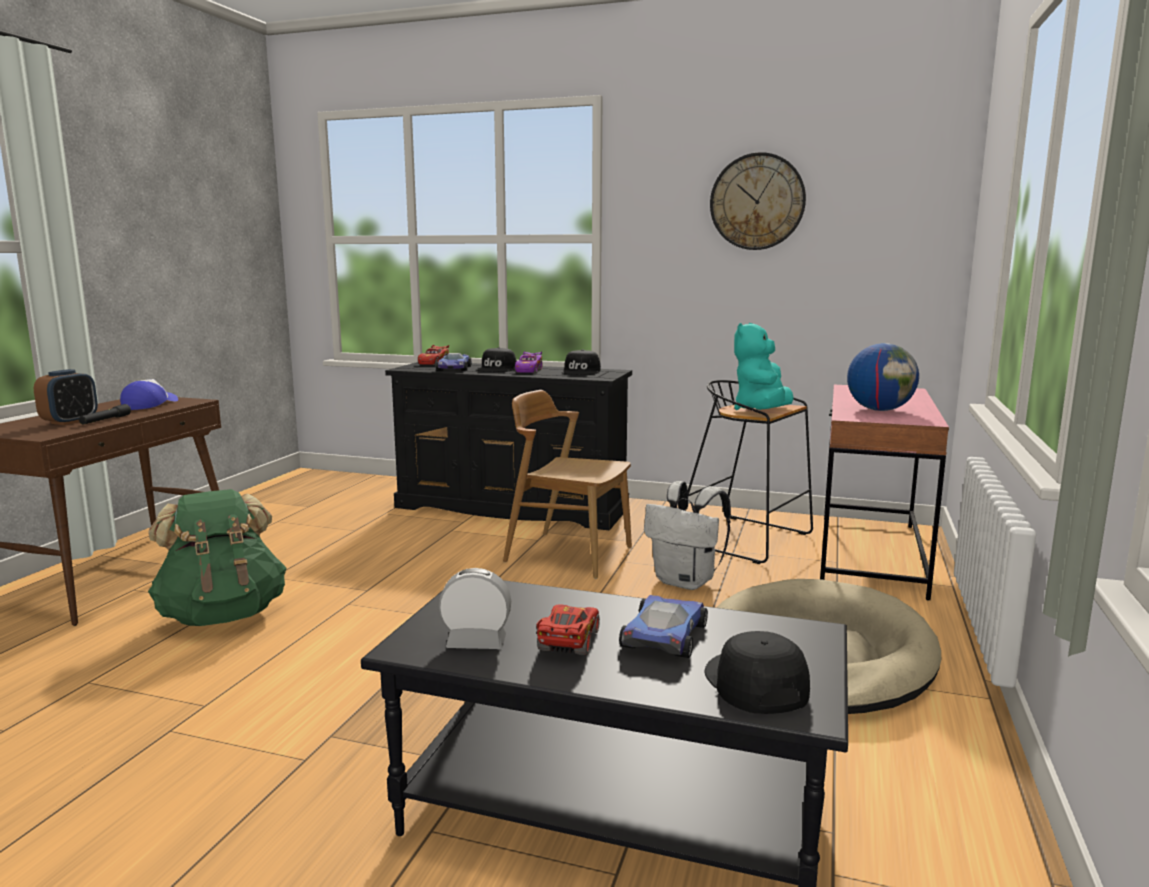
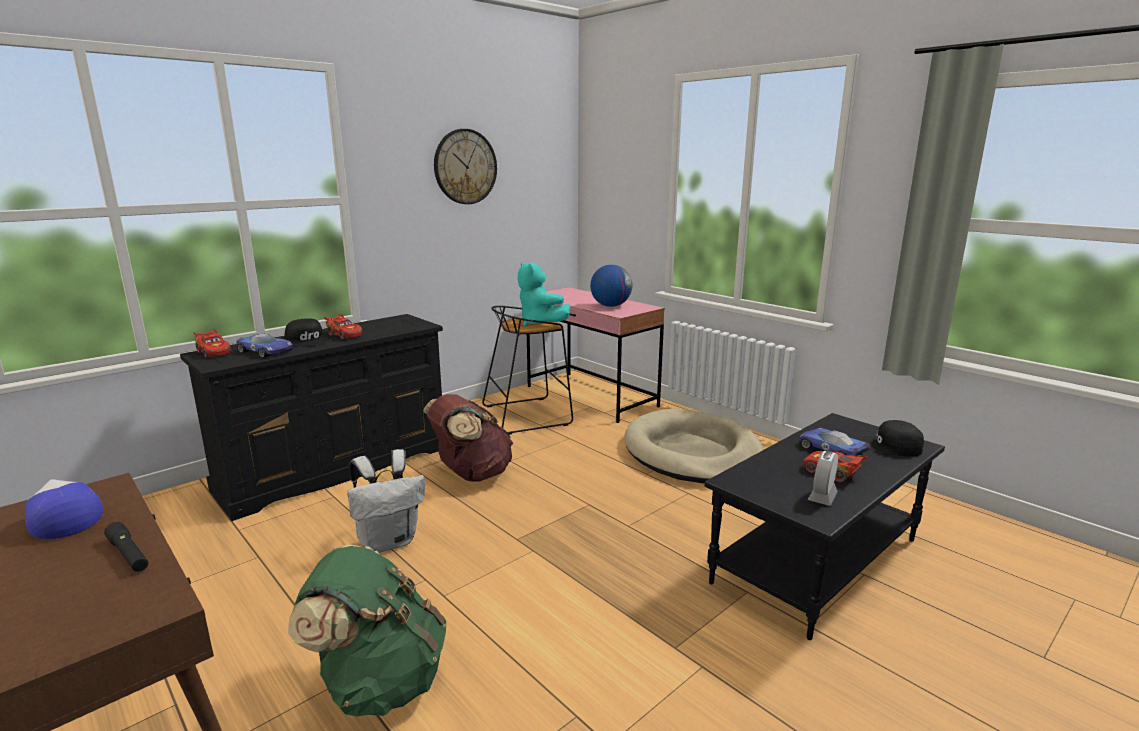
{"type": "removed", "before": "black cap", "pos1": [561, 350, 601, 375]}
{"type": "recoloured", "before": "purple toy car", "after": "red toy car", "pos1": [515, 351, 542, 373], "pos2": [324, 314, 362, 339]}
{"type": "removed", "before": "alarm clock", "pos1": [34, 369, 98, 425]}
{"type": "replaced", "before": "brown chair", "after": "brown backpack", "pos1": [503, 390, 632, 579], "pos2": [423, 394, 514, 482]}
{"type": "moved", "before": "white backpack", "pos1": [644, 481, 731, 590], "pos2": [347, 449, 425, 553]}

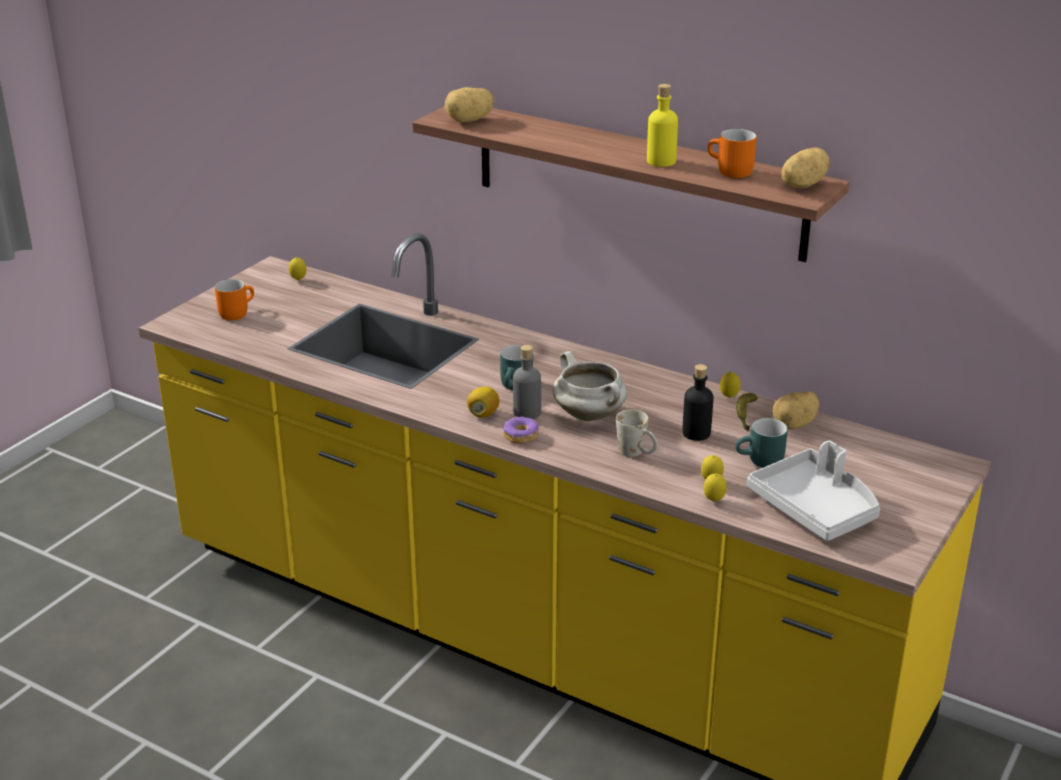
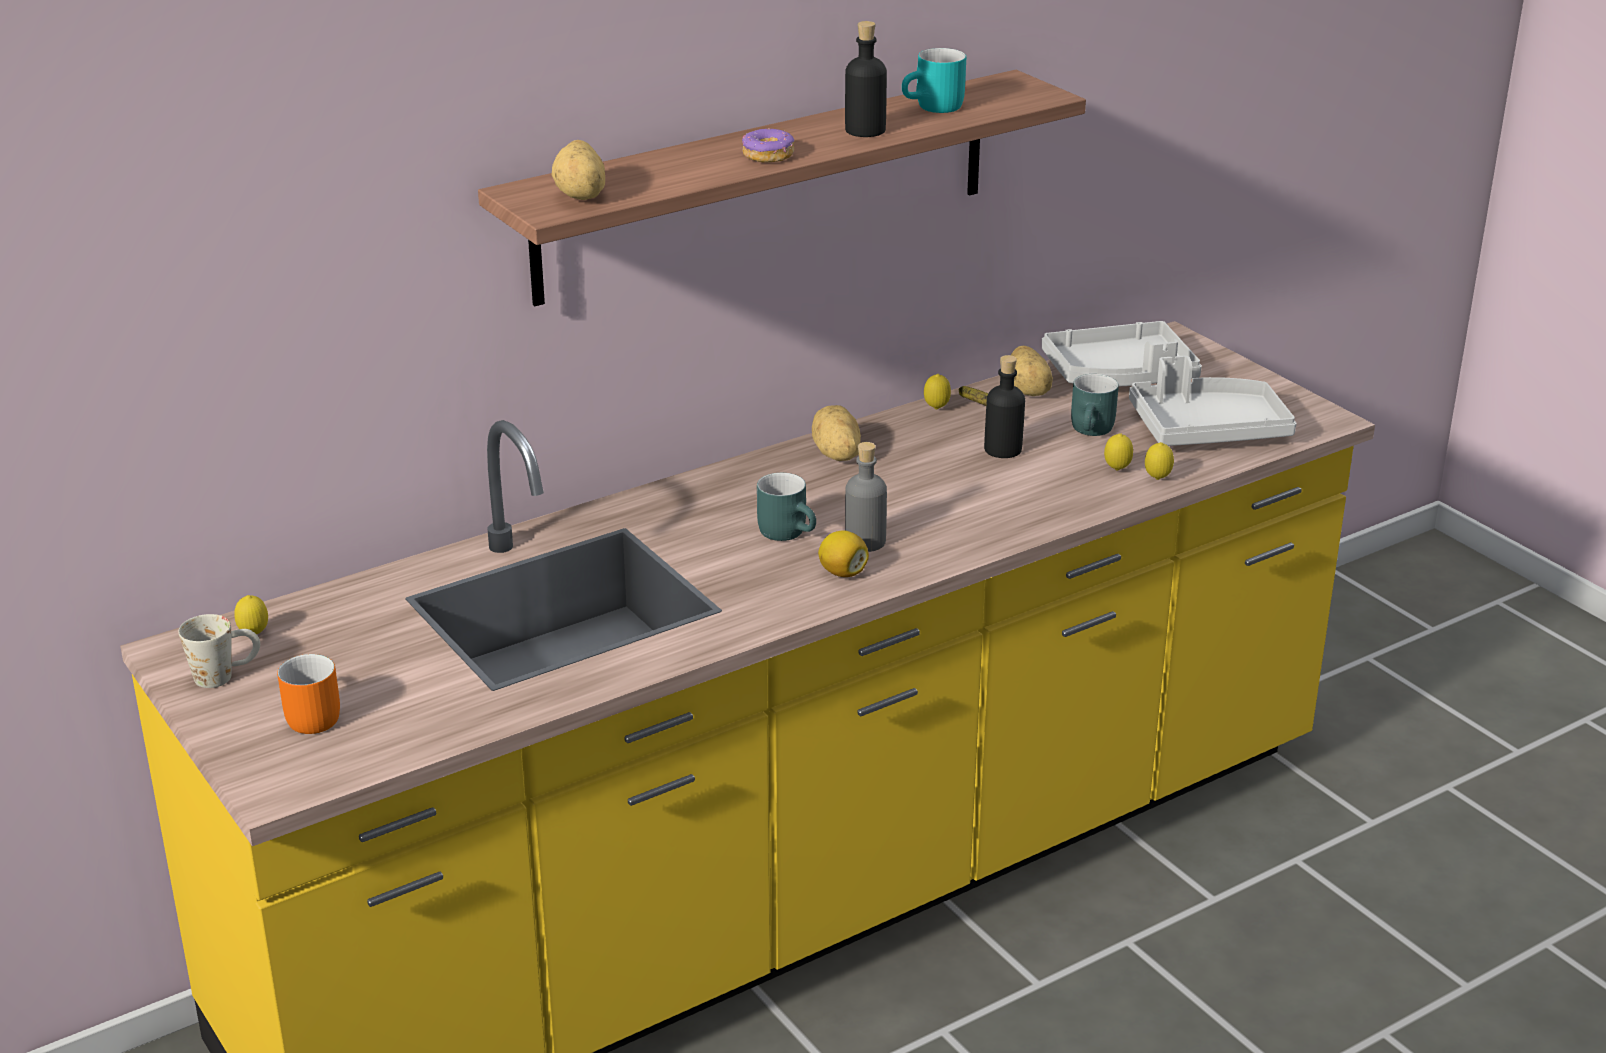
{"type": "recoloured", "before": "yellow bottle", "after": "black bottle", "pos1": [647, 84, 678, 167], "pos2": [845, 21, 887, 137]}
{"type": "recoloured", "before": "orange mug", "after": "turquoise mug", "pos1": [708, 129, 757, 178], "pos2": [902, 48, 966, 113]}
{"type": "moved", "before": "potato", "pos1": [782, 147, 830, 189], "pos2": [812, 405, 861, 461]}
{"type": "removed", "before": "white cooking pot", "pos1": [553, 351, 627, 421]}
{"type": "moved", "before": "white mug", "pos1": [616, 409, 658, 457], "pos2": [179, 614, 260, 688]}
{"type": "moved", "before": "donut", "pos1": [503, 416, 539, 444], "pos2": [742, 128, 794, 163]}
{"type": "added", "after": "grey tray", "pos2": [1042, 321, 1202, 386]}

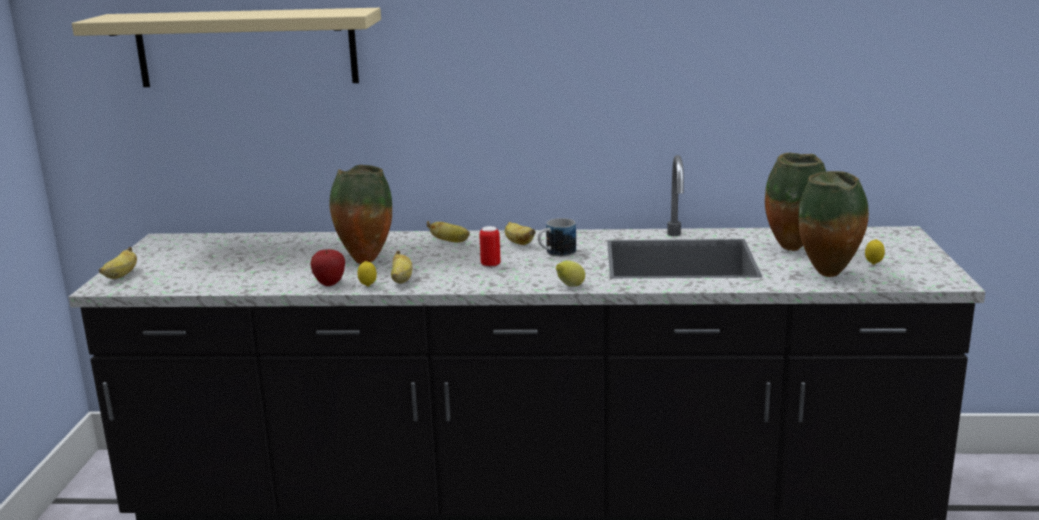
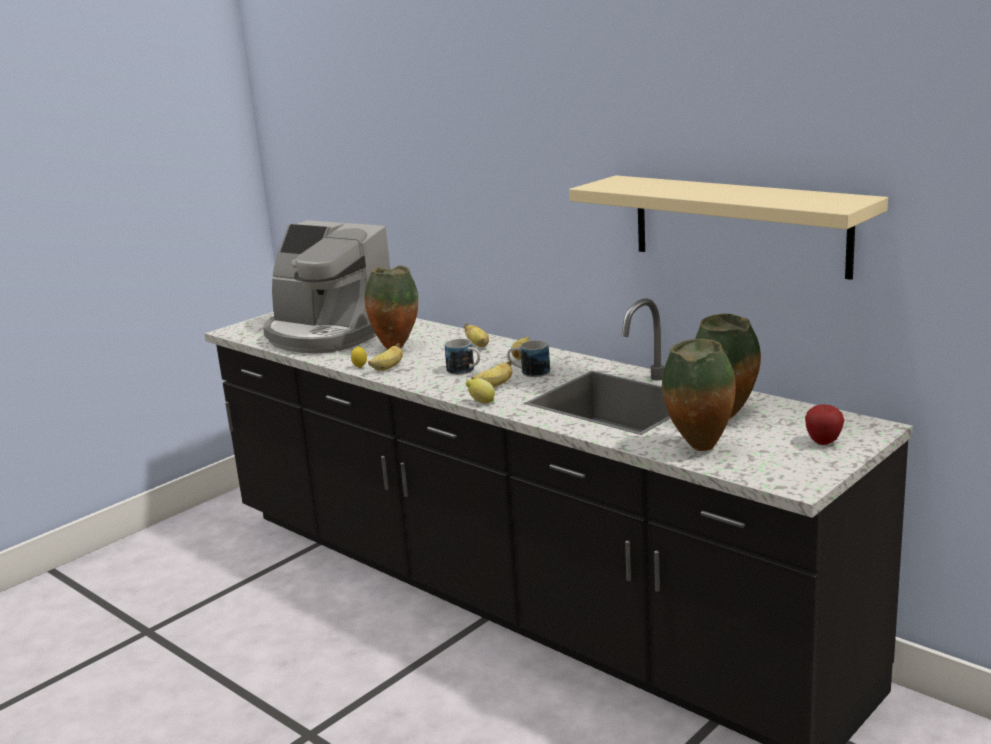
{"type": "moved", "before": "beige shelf", "pos1": [72, 8, 381, 87], "pos2": [569, 175, 888, 280]}
{"type": "replaced", "before": "can", "after": "mug", "pos1": [479, 226, 501, 268], "pos2": [445, 339, 480, 375]}
{"type": "removed", "before": "lemon", "pos1": [865, 239, 885, 265]}
{"type": "moved", "before": "banana", "pos1": [99, 247, 137, 279], "pos2": [471, 360, 512, 387]}
{"type": "moved", "before": "apple", "pos1": [310, 249, 345, 286], "pos2": [805, 404, 844, 445]}
{"type": "added", "after": "coffee machine", "pos2": [263, 220, 390, 354]}

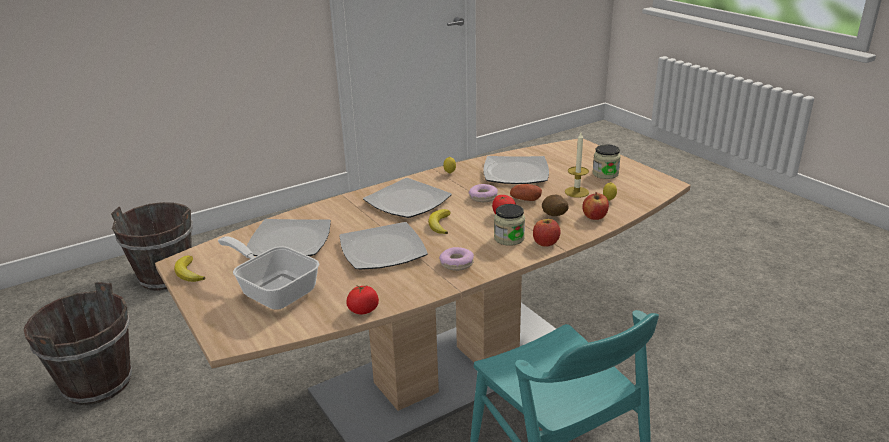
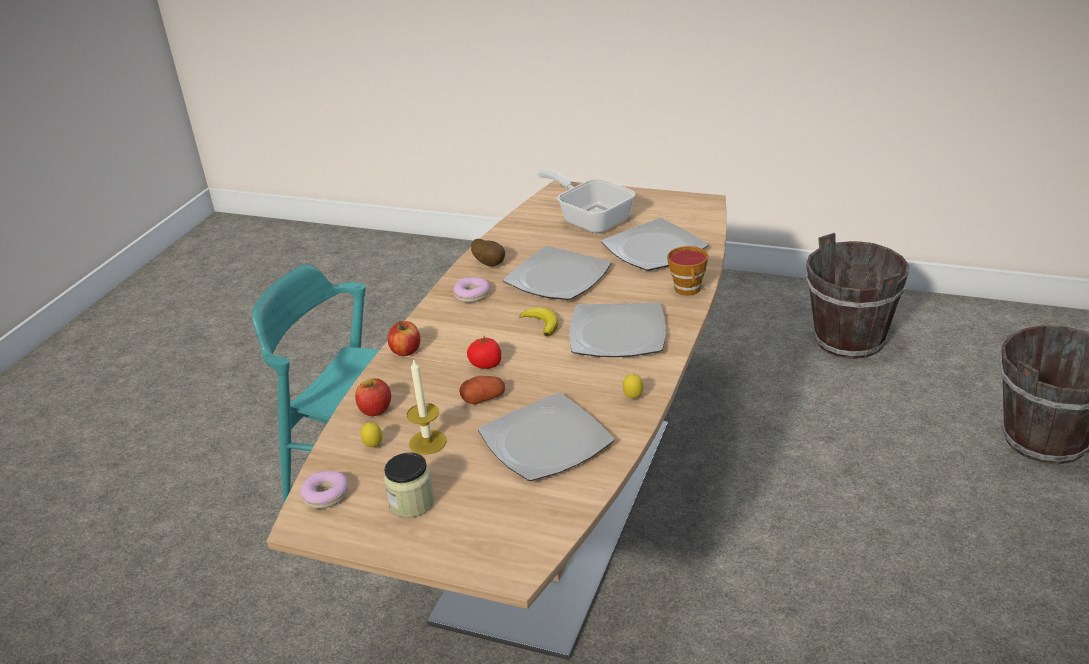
{"type": "moved", "before": "donut", "pos1": [469, 184, 498, 202], "pos2": [300, 471, 348, 509]}
{"type": "moved", "before": "potato", "pos1": [542, 195, 569, 216], "pos2": [471, 239, 505, 266]}
{"type": "removed", "before": "jar", "pos1": [494, 204, 525, 246]}
{"type": "turned", "before": "frying pan", "pos1": [218, 237, 319, 310], "pos2": [537, 170, 635, 233], "turn": -135}
{"type": "removed", "before": "banana", "pos1": [174, 255, 205, 282]}
{"type": "removed", "before": "tomato", "pos1": [346, 285, 379, 315]}
{"type": "added", "after": "cup", "pos2": [667, 246, 708, 296]}

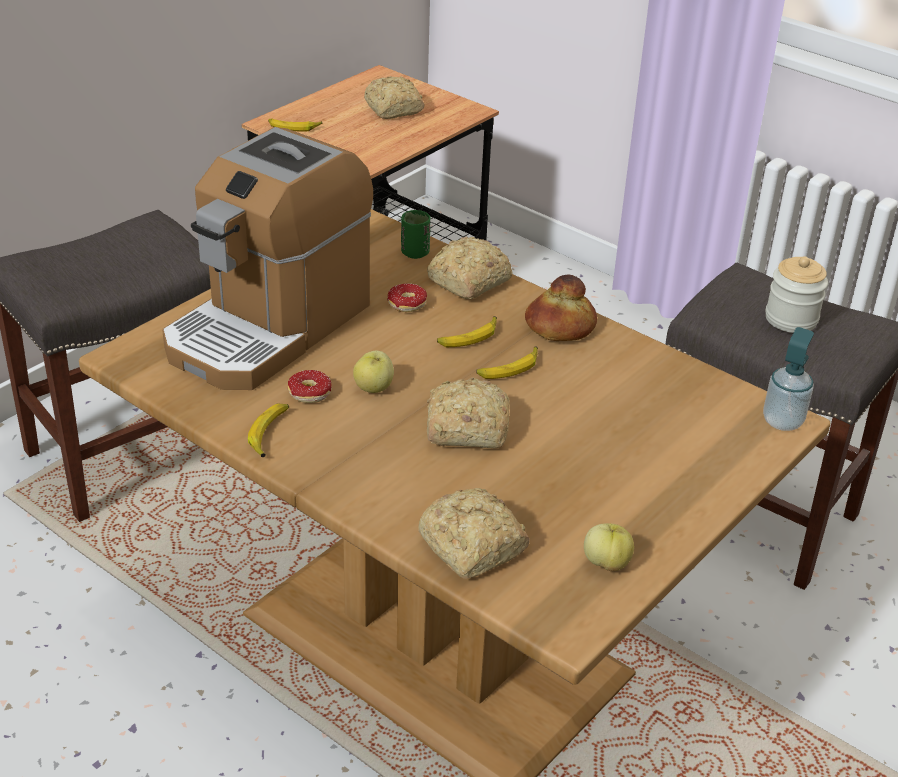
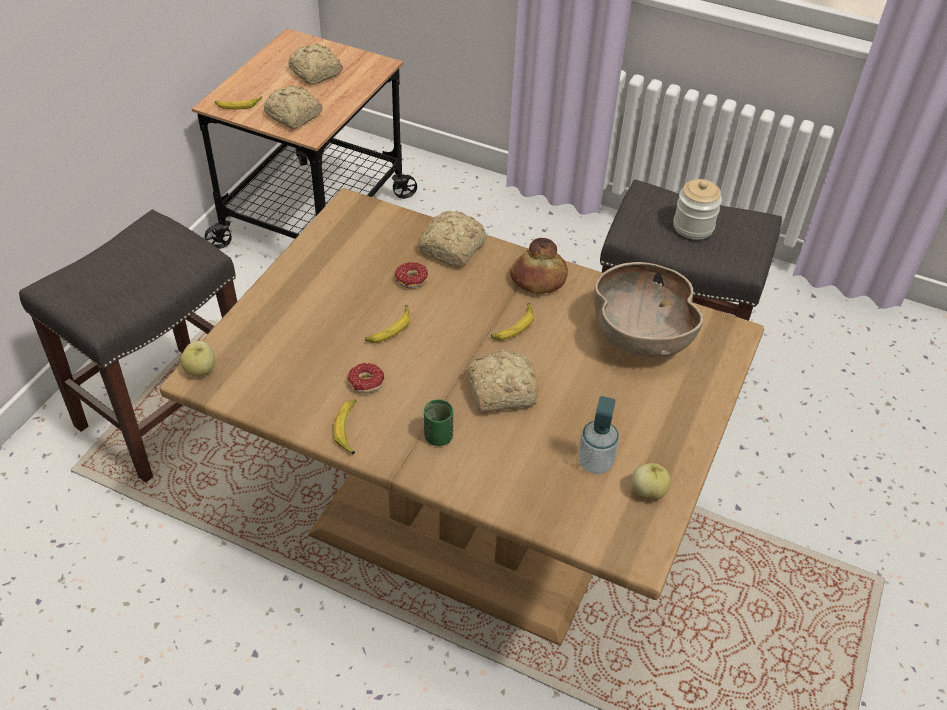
{"type": "removed", "before": "coffee machine", "pos1": [162, 127, 373, 390]}
{"type": "moved", "before": "green cup", "pos1": [401, 210, 431, 259], "pos2": [424, 399, 453, 446]}
{"type": "moved", "before": "banana", "pos1": [437, 316, 497, 347], "pos2": [365, 305, 410, 344]}
{"type": "moved", "before": "soap dispenser", "pos1": [763, 327, 814, 431], "pos2": [578, 396, 619, 474]}
{"type": "moved", "before": "apple", "pos1": [353, 351, 394, 393], "pos2": [180, 341, 215, 377]}
{"type": "moved", "before": "bread", "pos1": [418, 488, 530, 579], "pos2": [264, 85, 323, 129]}
{"type": "added", "after": "brown bowl", "pos2": [594, 262, 703, 358]}

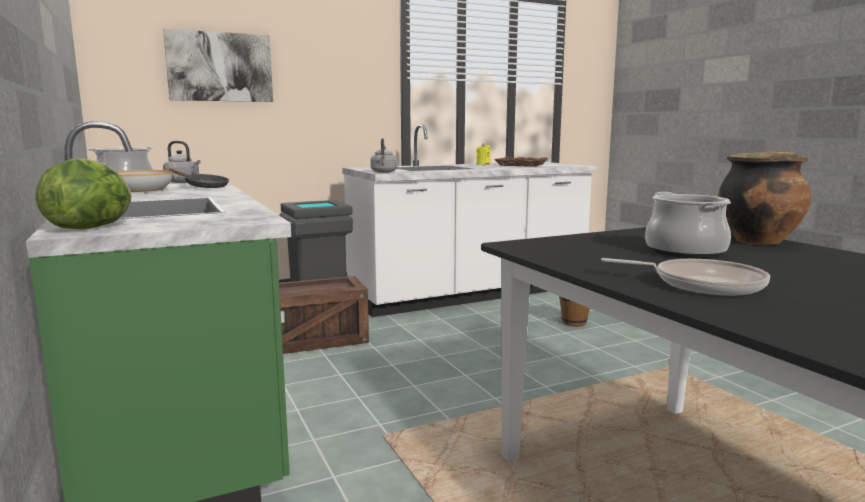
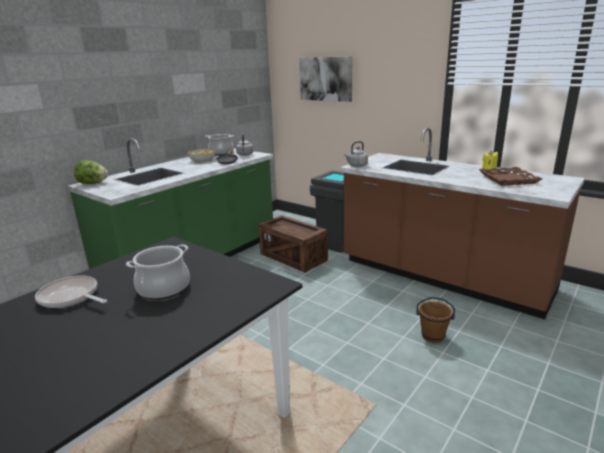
{"type": "recoloured", "before": "white counter", "after": "brown counter", "pos1": [342, 124, 597, 317], "pos2": [340, 128, 585, 319]}
{"type": "removed", "before": "cooking pot", "pos1": [718, 152, 811, 245]}
{"type": "turned", "before": "frying pan", "pos1": [601, 258, 770, 296], "pos2": [35, 275, 107, 308], "turn": 120}

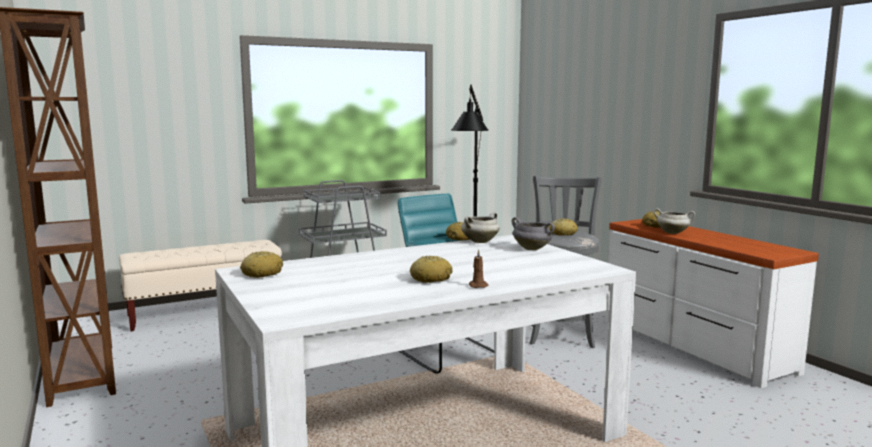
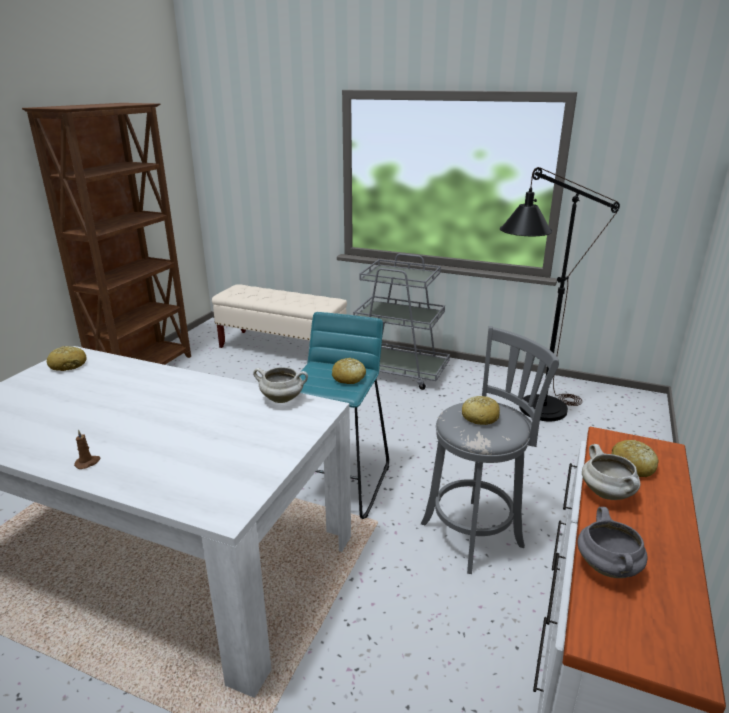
{"type": "moved", "before": "grey cooking pot", "pos1": [512, 217, 555, 250], "pos2": [577, 507, 648, 578]}
{"type": "removed", "before": "bread", "pos1": [410, 256, 453, 283]}

